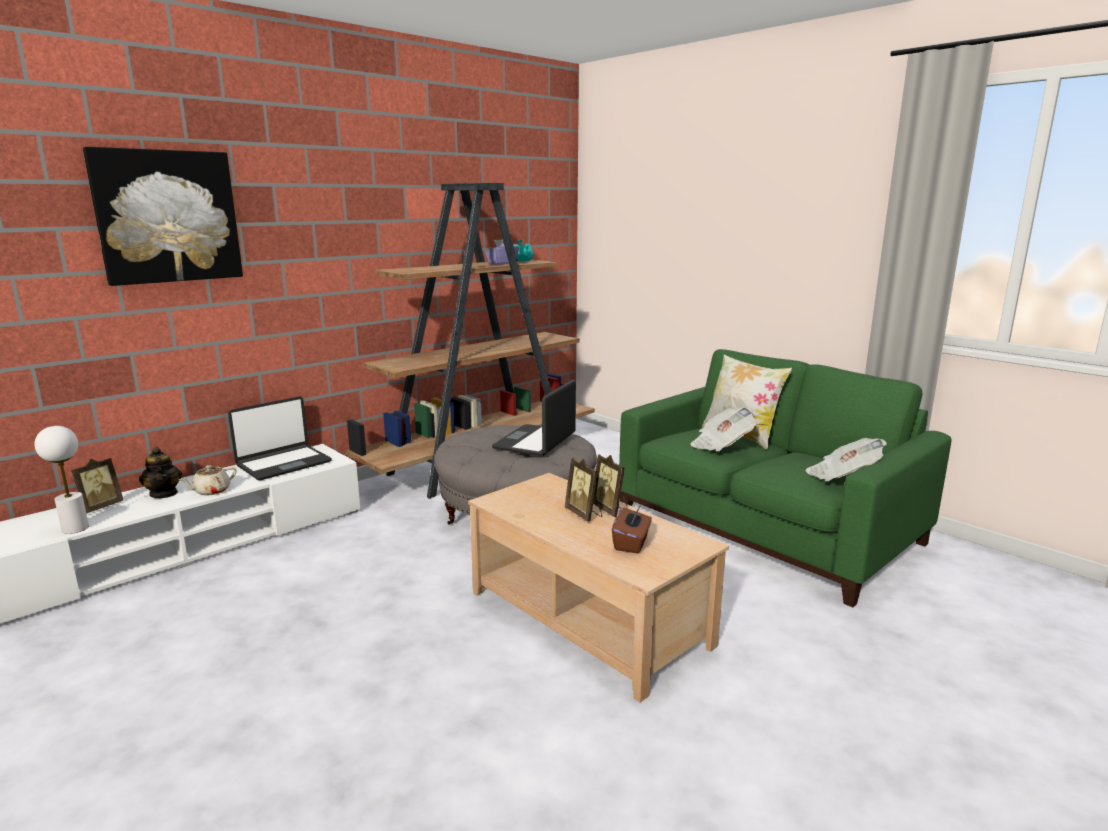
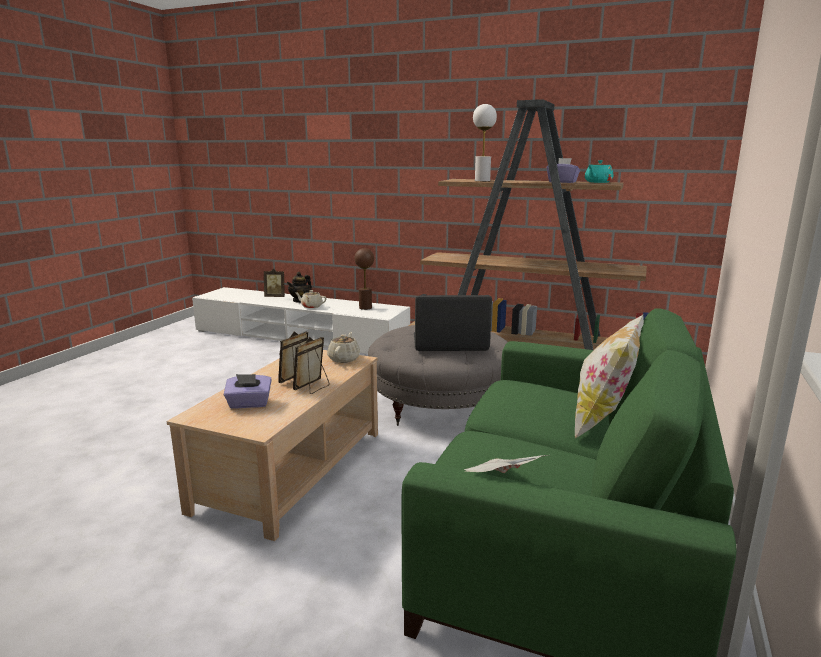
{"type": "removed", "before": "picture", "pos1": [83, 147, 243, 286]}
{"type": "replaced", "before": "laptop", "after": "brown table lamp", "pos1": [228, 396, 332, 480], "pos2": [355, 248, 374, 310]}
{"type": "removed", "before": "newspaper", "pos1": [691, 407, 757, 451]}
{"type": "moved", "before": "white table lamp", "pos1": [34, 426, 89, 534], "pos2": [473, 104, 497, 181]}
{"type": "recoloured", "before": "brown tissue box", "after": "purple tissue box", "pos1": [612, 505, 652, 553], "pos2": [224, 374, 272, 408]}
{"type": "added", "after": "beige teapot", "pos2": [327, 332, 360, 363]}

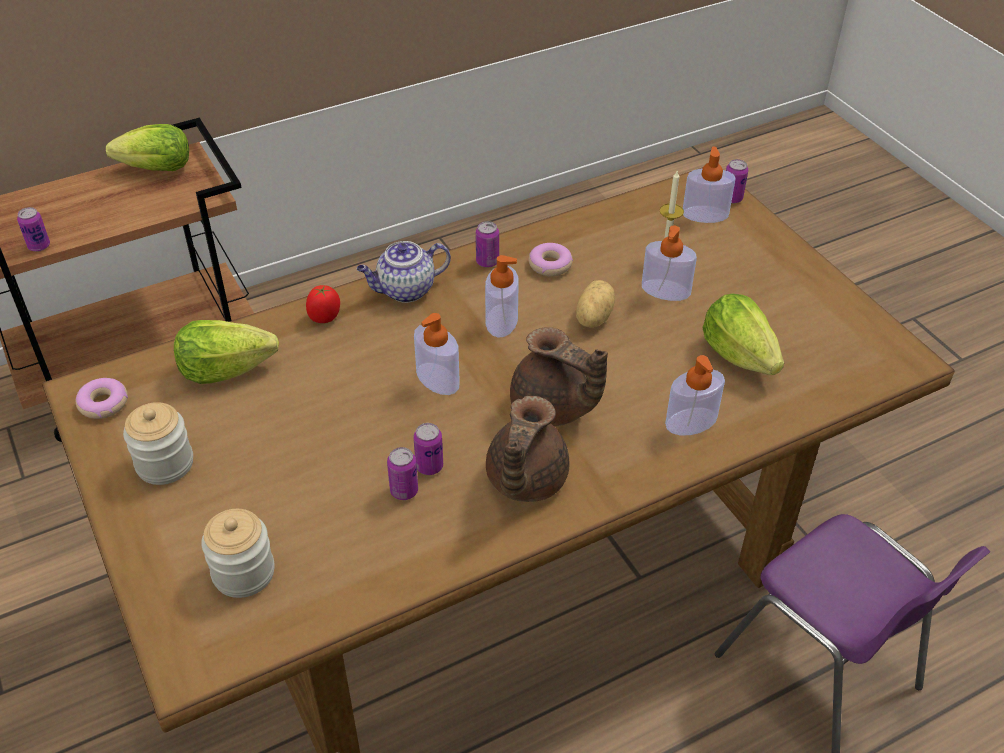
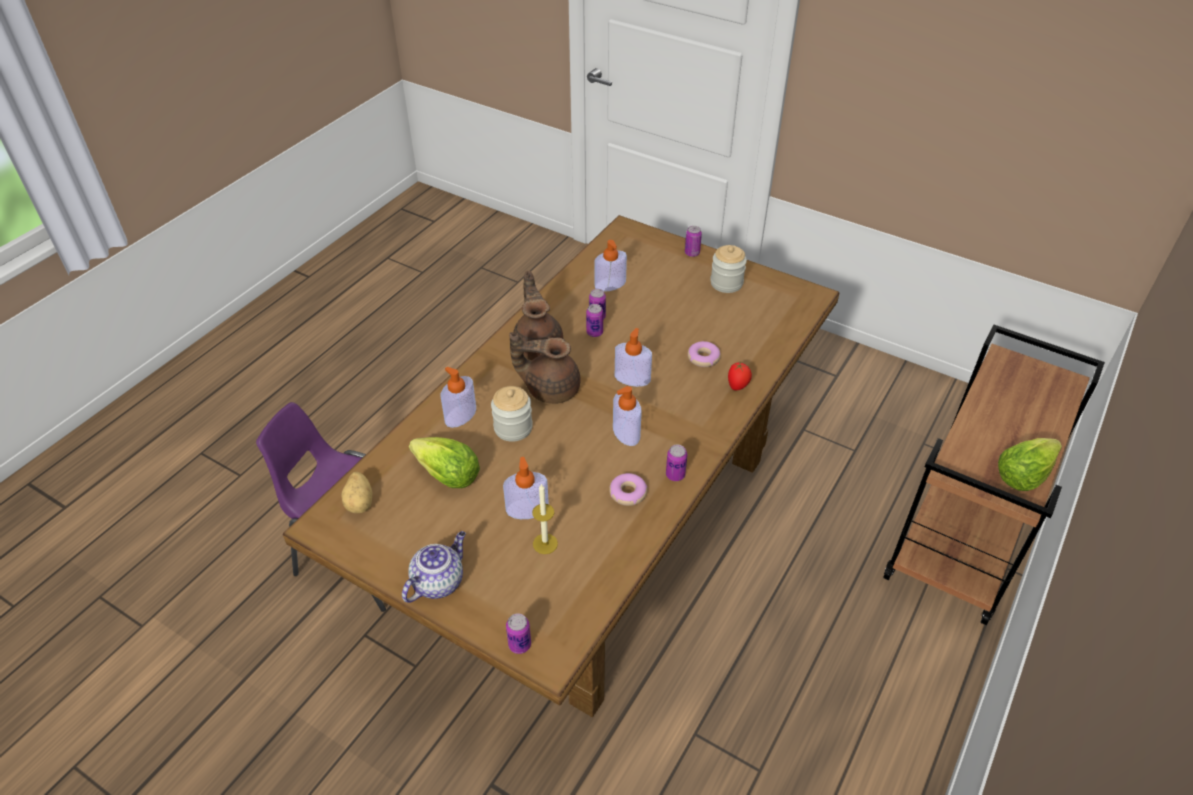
{"type": "moved", "before": "soap dispenser", "pos1": [683, 147, 736, 223], "pos2": [595, 240, 627, 292]}
{"type": "moved", "before": "can", "pos1": [17, 207, 50, 252], "pos2": [685, 226, 702, 257]}
{"type": "moved", "before": "teapot", "pos1": [357, 241, 451, 303], "pos2": [402, 531, 466, 603]}
{"type": "moved", "before": "potato", "pos1": [576, 280, 615, 328], "pos2": [341, 472, 372, 513]}
{"type": "removed", "before": "lettuce", "pos1": [174, 320, 279, 384]}
{"type": "moved", "before": "donut", "pos1": [76, 378, 128, 419], "pos2": [688, 341, 721, 367]}
{"type": "moved", "before": "jar", "pos1": [201, 509, 275, 598], "pos2": [491, 386, 533, 442]}

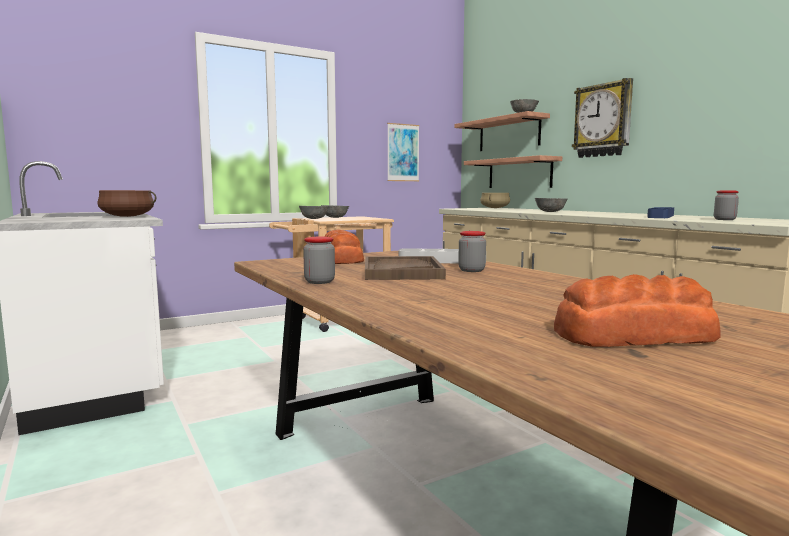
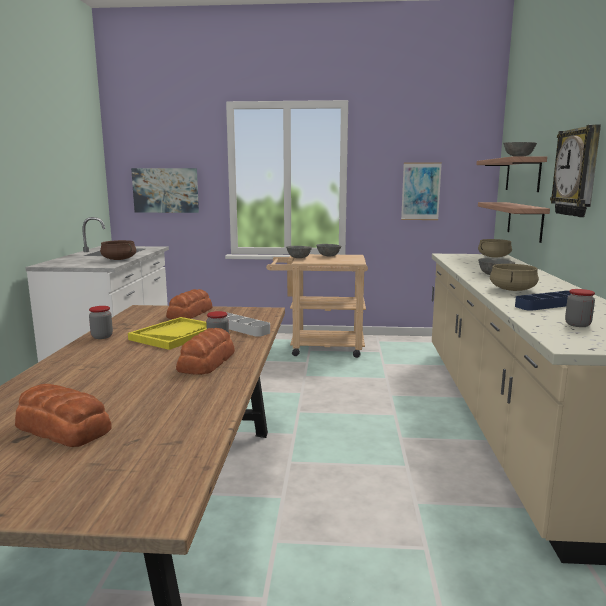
{"type": "recoloured", "before": "brown tray", "after": "yellow tray", "pos1": [365, 256, 446, 280], "pos2": [128, 317, 207, 350]}
{"type": "added", "after": "picture", "pos2": [131, 168, 199, 213]}
{"type": "added", "after": "beige cooking pot", "pos2": [490, 264, 539, 291]}
{"type": "added", "after": "bread", "pos2": [176, 328, 235, 375]}

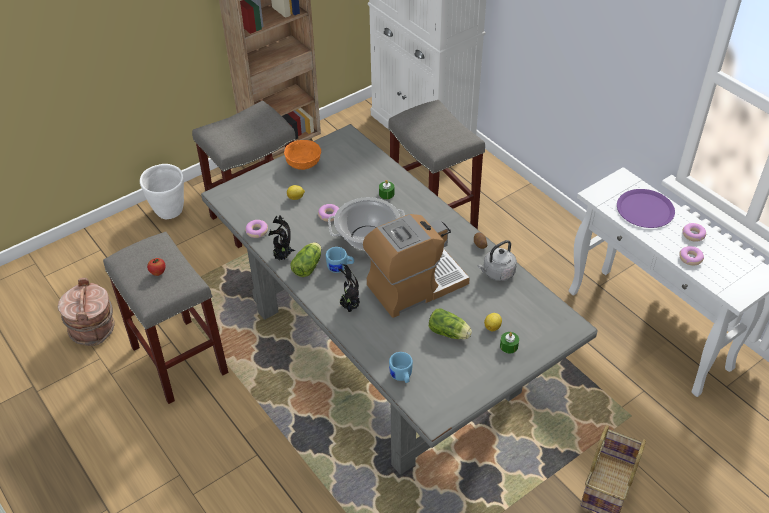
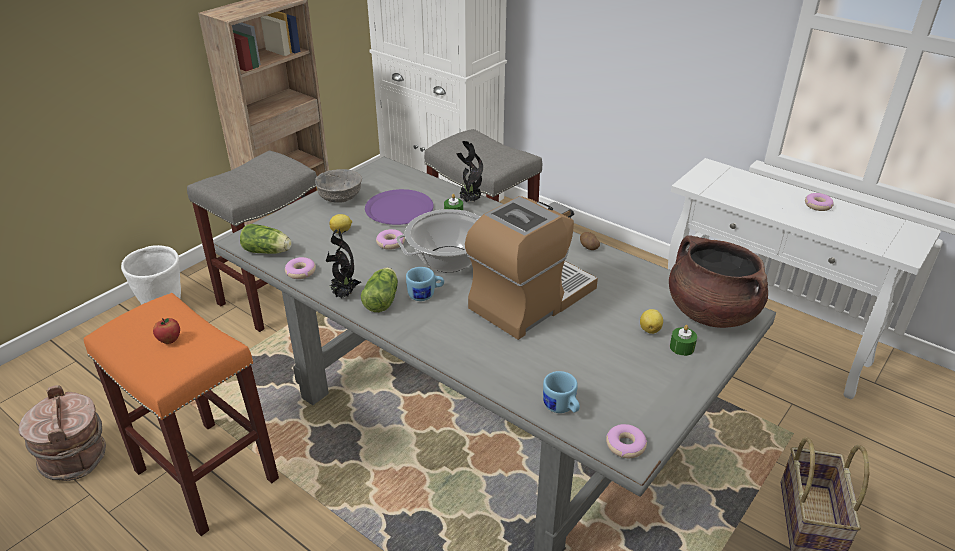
{"type": "recoloured", "before": "orange bowl", "after": "grey bowl", "pos1": [284, 140, 321, 170], "pos2": [315, 169, 362, 203]}
{"type": "moved", "before": "purple plate", "pos1": [617, 189, 675, 228], "pos2": [365, 189, 434, 225]}
{"type": "recoloured", "before": "grey stool", "after": "orange stool", "pos1": [103, 232, 228, 404], "pos2": [84, 293, 279, 536]}
{"type": "removed", "before": "grey kettle", "pos1": [478, 240, 517, 281]}
{"type": "moved", "before": "donut", "pos1": [679, 246, 704, 266], "pos2": [606, 424, 647, 458]}
{"type": "moved", "before": "potted plant", "pos1": [338, 264, 360, 312], "pos2": [456, 141, 483, 202]}
{"type": "moved", "before": "lettuce", "pos1": [429, 308, 472, 339], "pos2": [240, 224, 292, 254]}
{"type": "added", "after": "brown cooking pot", "pos2": [669, 235, 768, 328]}

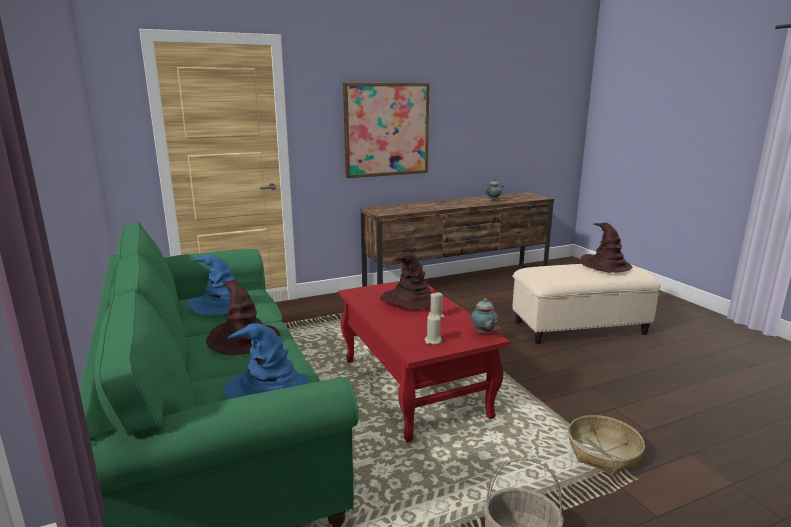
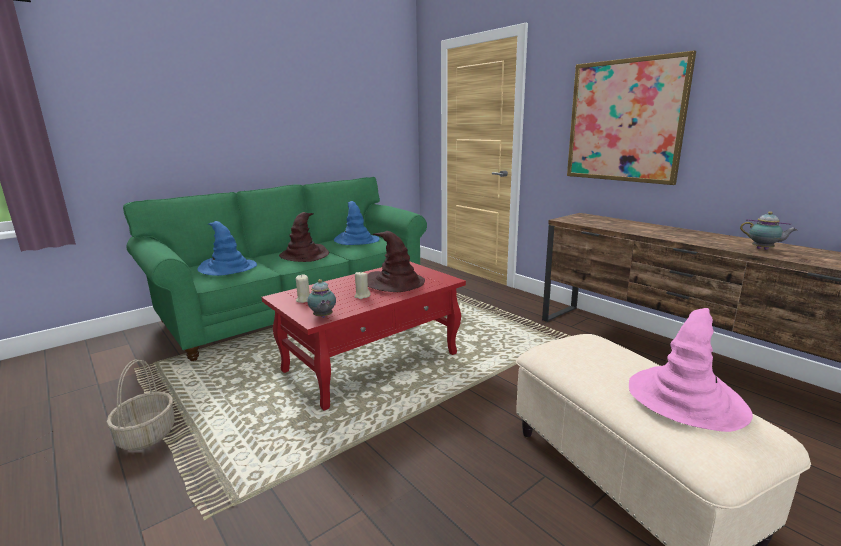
{"type": "recoloured", "before": "brown hat", "after": "pink hat", "pos1": [580, 222, 632, 273], "pos2": [629, 308, 753, 432]}
{"type": "turned", "before": "teapot", "pos1": [471, 298, 498, 335], "pos2": [307, 279, 336, 318], "turn": -75}
{"type": "removed", "before": "basket", "pos1": [568, 415, 645, 475]}

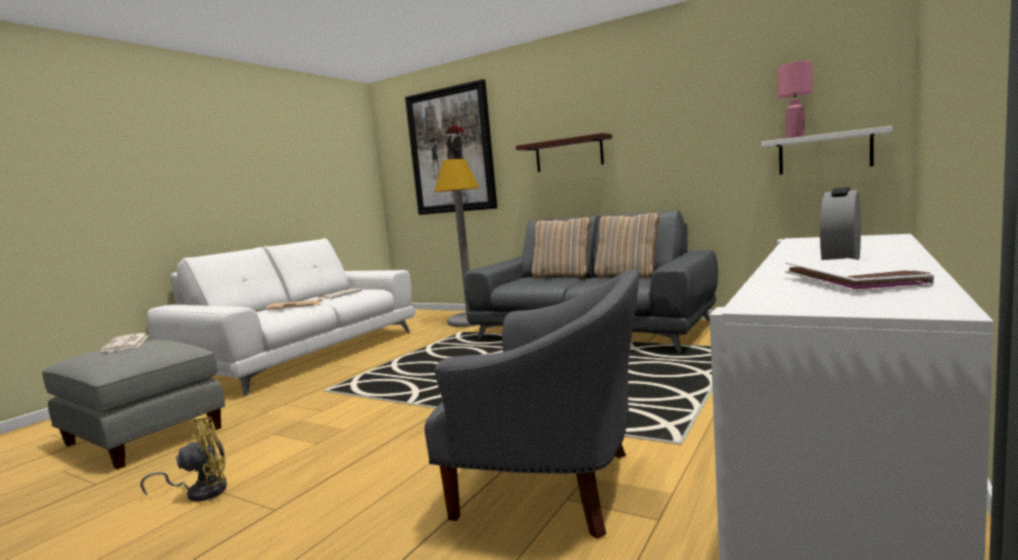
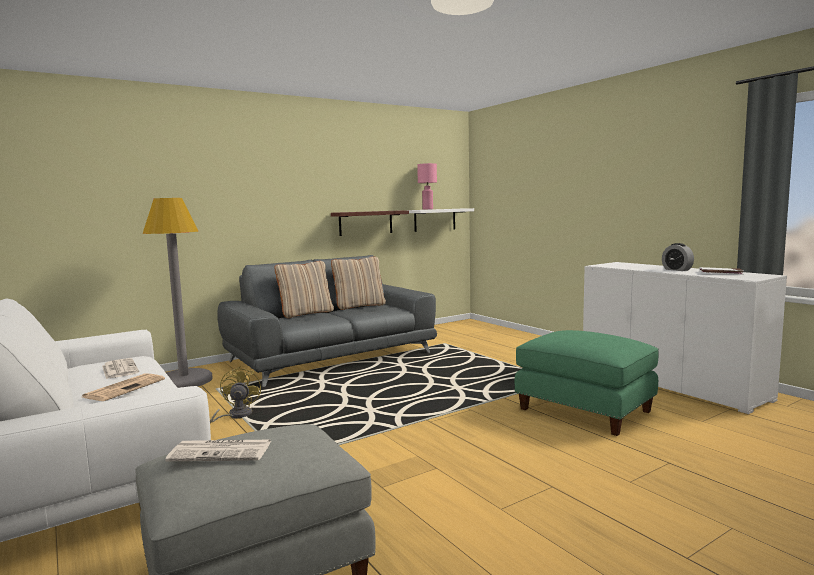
{"type": "removed", "before": "picture", "pos1": [405, 79, 497, 215]}
{"type": "moved", "before": "shelf", "pos1": [516, 133, 612, 172], "pos2": [331, 210, 409, 236]}
{"type": "replaced", "before": "grey armchair", "after": "green ottoman", "pos1": [425, 269, 639, 539], "pos2": [515, 330, 659, 436]}
{"type": "moved", "before": "yellow fan", "pos1": [140, 417, 227, 502], "pos2": [210, 366, 261, 423]}

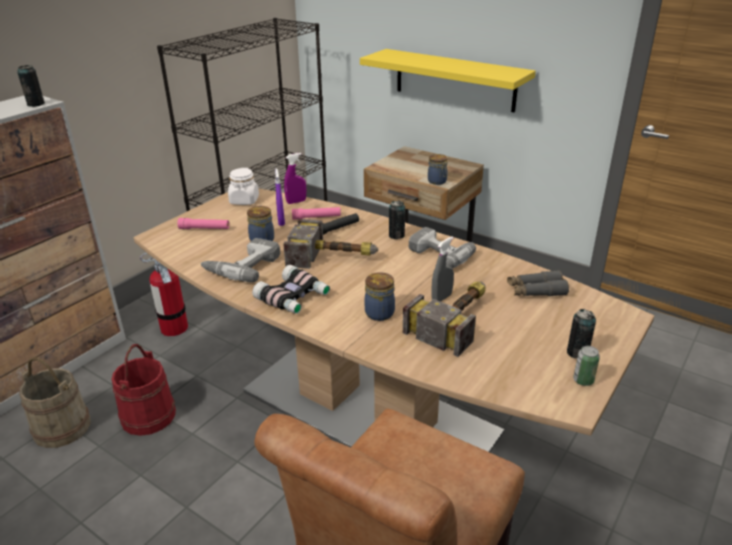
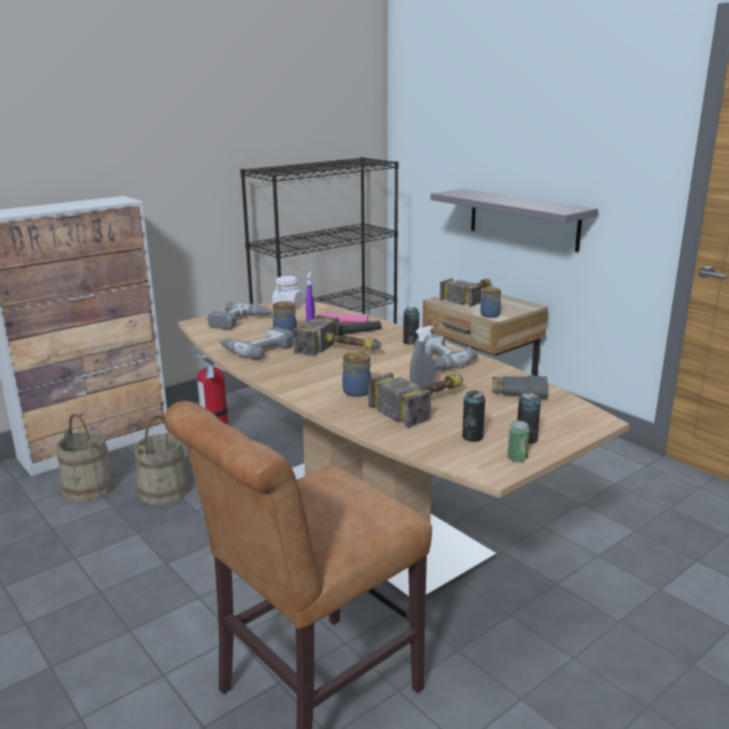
{"type": "recoloured", "before": "yellow shelf", "after": "grey shelf", "pos1": [360, 49, 536, 112], "pos2": [430, 189, 598, 252]}
{"type": "moved", "before": "can", "pos1": [17, 65, 45, 107], "pos2": [462, 390, 485, 442]}
{"type": "removed", "before": "purple spray bottle", "pos1": [284, 153, 306, 204]}
{"type": "replaced", "before": "pink flashlight", "after": "power drill", "pos1": [178, 218, 229, 229], "pos2": [207, 302, 273, 329]}
{"type": "removed", "before": "binoculars", "pos1": [252, 265, 330, 314]}
{"type": "recoloured", "before": "red bucket", "after": "beige bucket", "pos1": [111, 344, 176, 436], "pos2": [135, 415, 190, 505]}
{"type": "added", "after": "hammer", "pos2": [440, 278, 491, 307]}

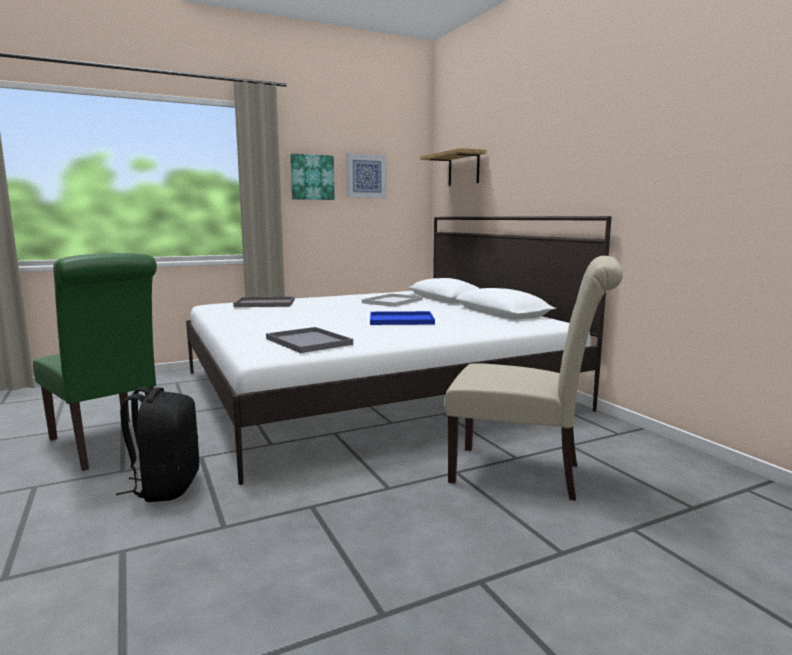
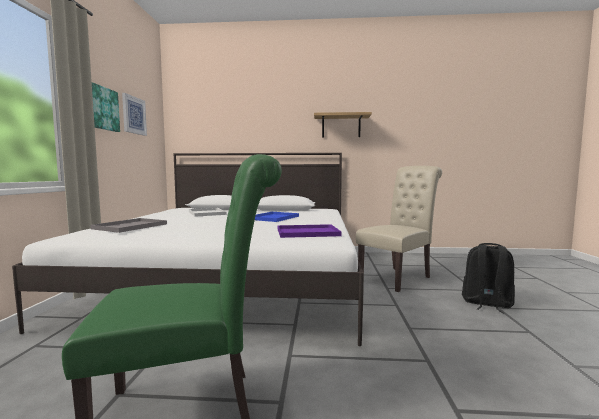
{"type": "moved", "before": "shelf", "pos1": [420, 148, 486, 186], "pos2": [314, 112, 372, 138]}
{"type": "recoloured", "before": "grey tray", "after": "purple tray", "pos1": [266, 327, 353, 353], "pos2": [278, 224, 342, 238]}
{"type": "moved", "before": "black backpack", "pos1": [116, 387, 199, 502], "pos2": [462, 243, 515, 313]}

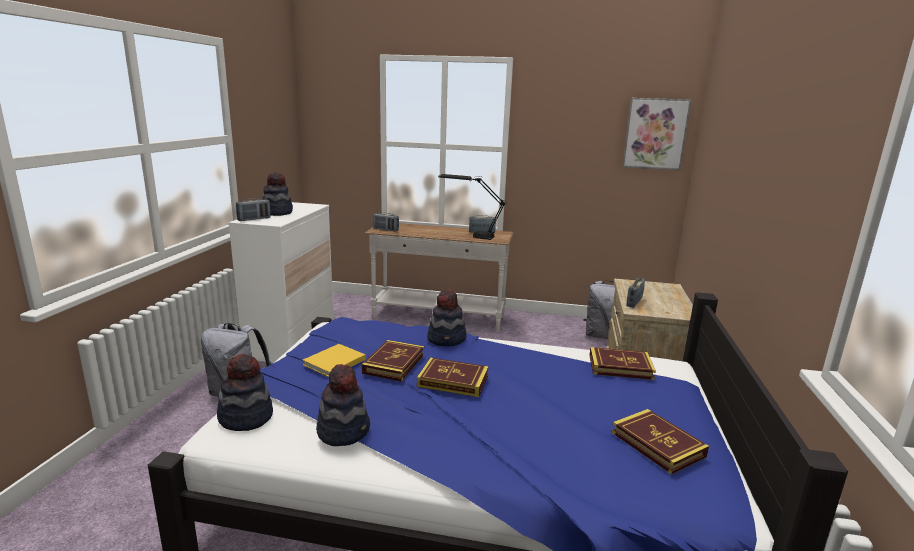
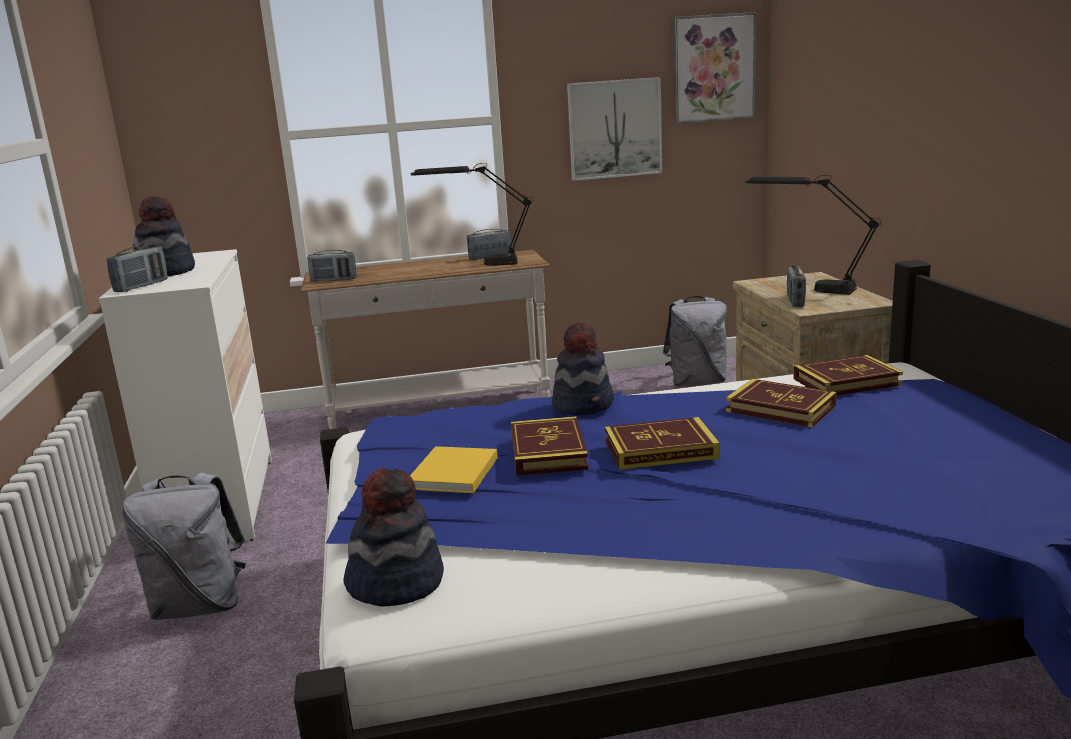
{"type": "removed", "before": "hat", "pos1": [316, 364, 370, 446]}
{"type": "moved", "before": "book", "pos1": [612, 409, 709, 474], "pos2": [726, 379, 836, 428]}
{"type": "added", "after": "picture", "pos2": [567, 77, 662, 181]}
{"type": "added", "after": "black table lamp", "pos2": [745, 175, 881, 295]}

